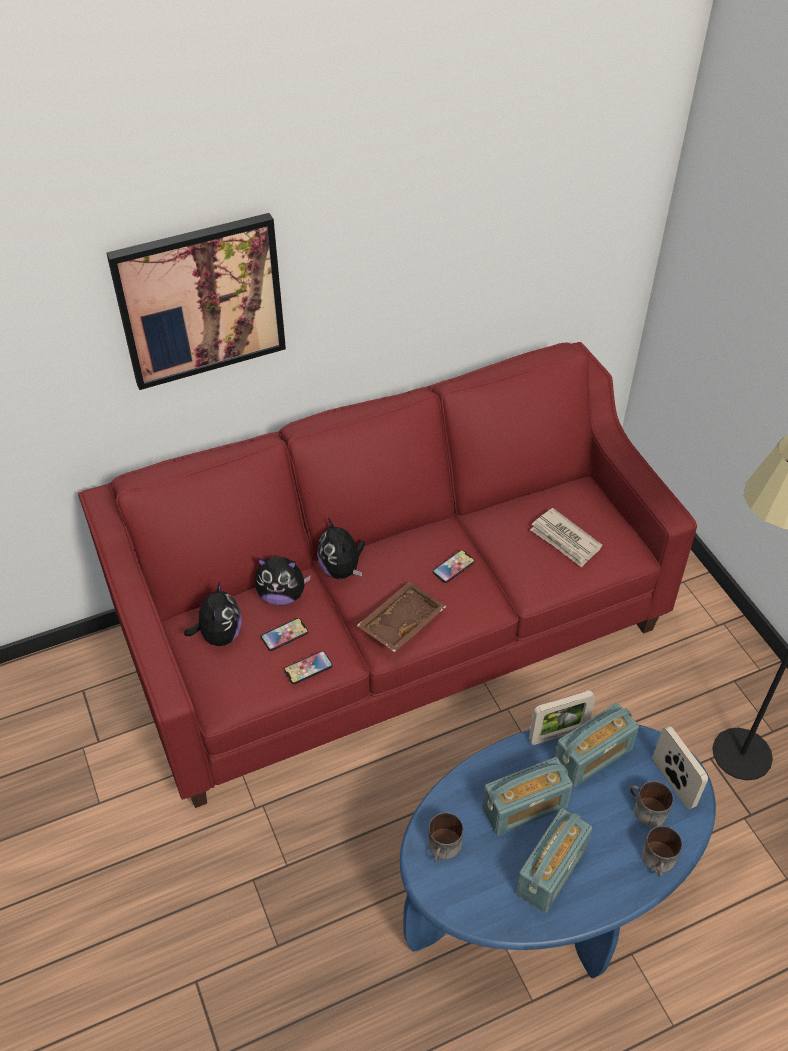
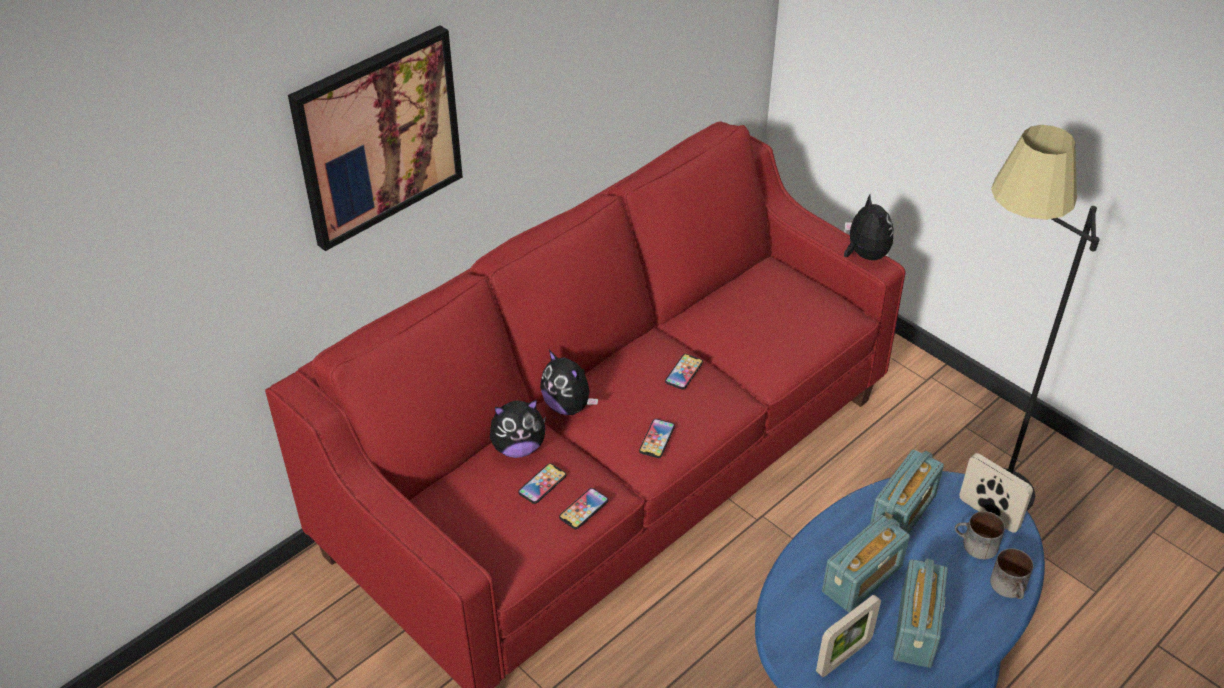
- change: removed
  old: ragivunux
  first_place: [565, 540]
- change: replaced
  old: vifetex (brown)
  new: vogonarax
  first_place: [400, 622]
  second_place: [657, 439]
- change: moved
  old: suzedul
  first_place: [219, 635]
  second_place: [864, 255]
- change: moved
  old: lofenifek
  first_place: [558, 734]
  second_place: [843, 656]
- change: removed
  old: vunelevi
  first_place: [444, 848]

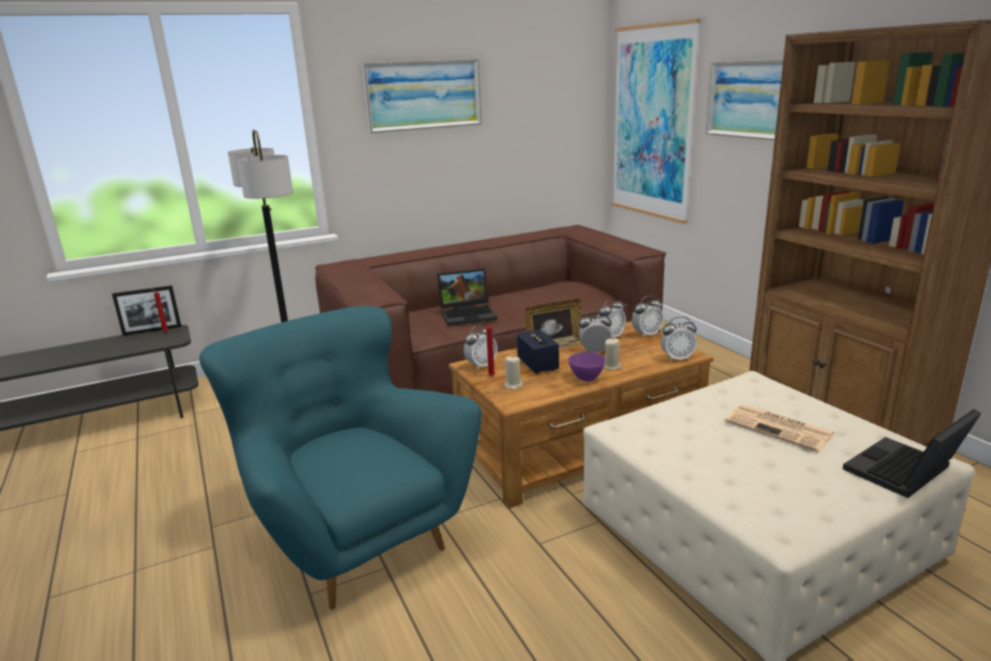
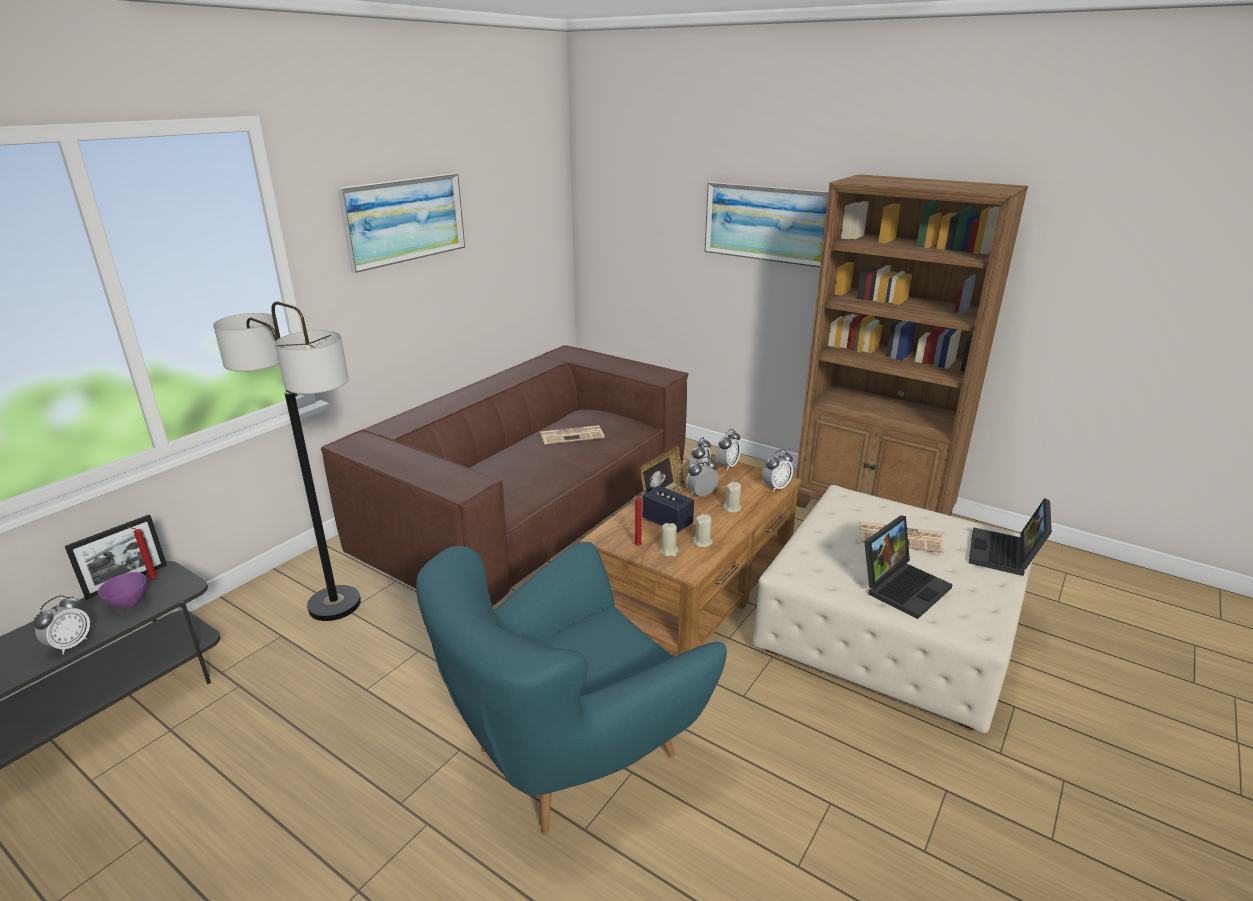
- change: removed
  old: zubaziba
  first_place: [652, 123]
- change: moved
  old: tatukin
  first_place: [468, 314]
  second_place: [903, 586]
- change: turned
  old: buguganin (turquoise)
  first_place: [353, 537]
  second_place: [571, 754]
  degrees: -60
- change: moved
  old: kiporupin
  first_place: [481, 366]
  second_place: [70, 645]
- change: moved
  old: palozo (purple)
  first_place: [586, 378]
  second_place: [129, 604]
- change: added
  new: ragivunux
  second_place: [572, 435]
- change: added
  new: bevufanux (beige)
  second_place: [702, 542]

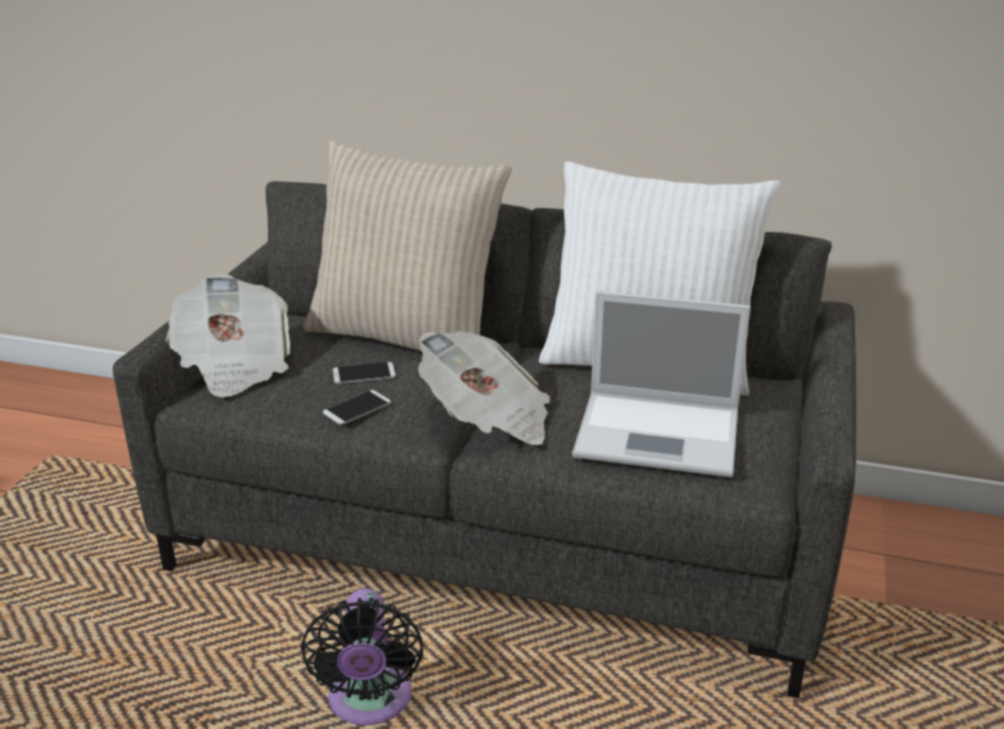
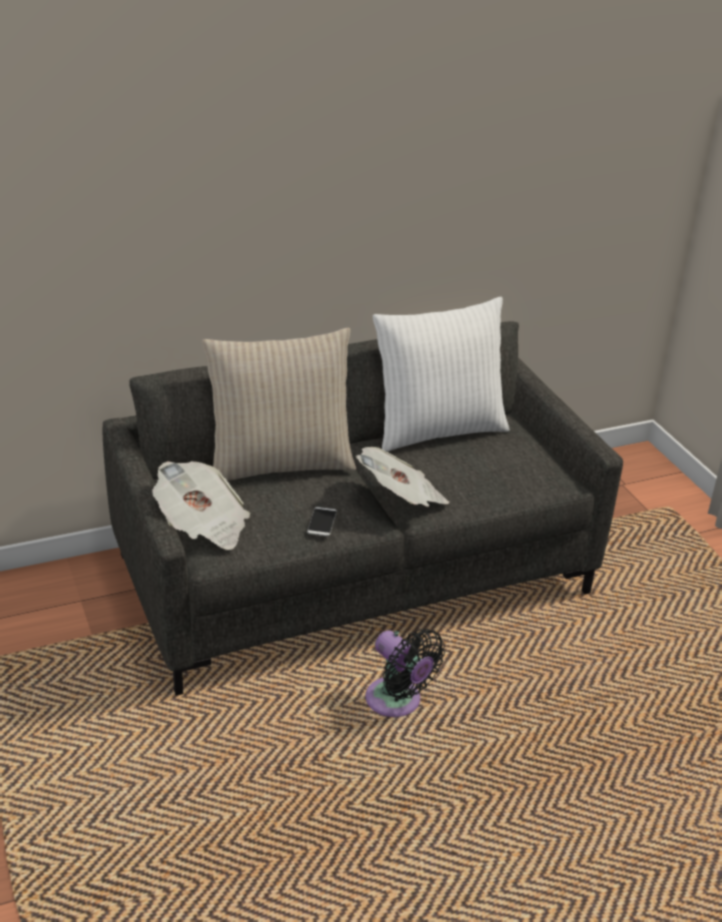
- change: removed
  old: tatukin
  first_place: [661, 434]
- change: removed
  old: vogonarax
  first_place: [364, 374]

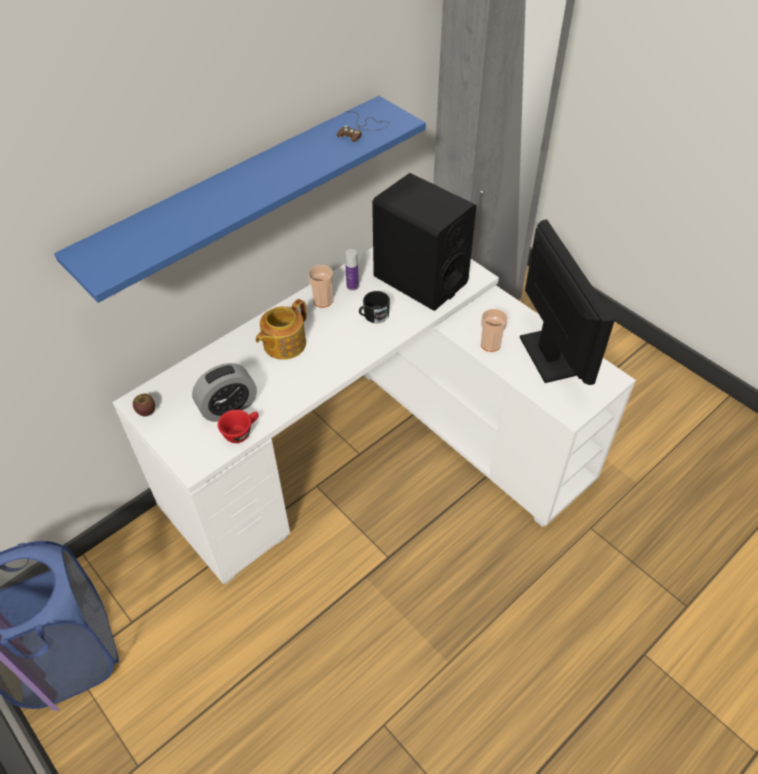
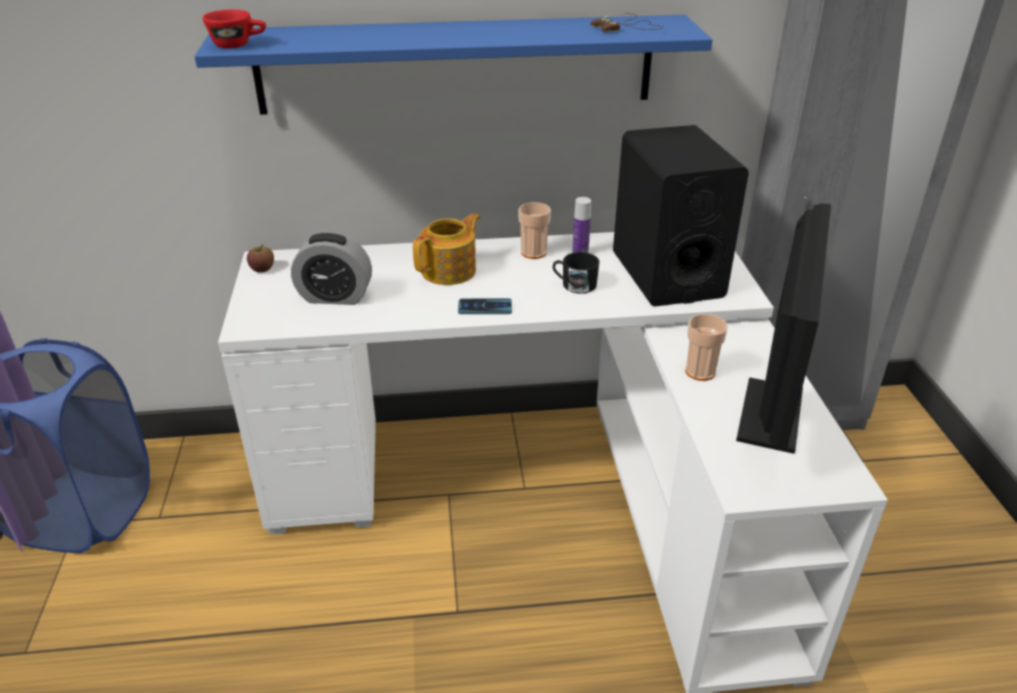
- change: turned
  old: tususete
  first_place: [283, 344]
  second_place: [450, 271]
  degrees: 150
- change: moved
  old: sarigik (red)
  first_place: [241, 432]
  second_place: [239, 45]
- change: added
  new: vogonarax
  second_place: [485, 307]

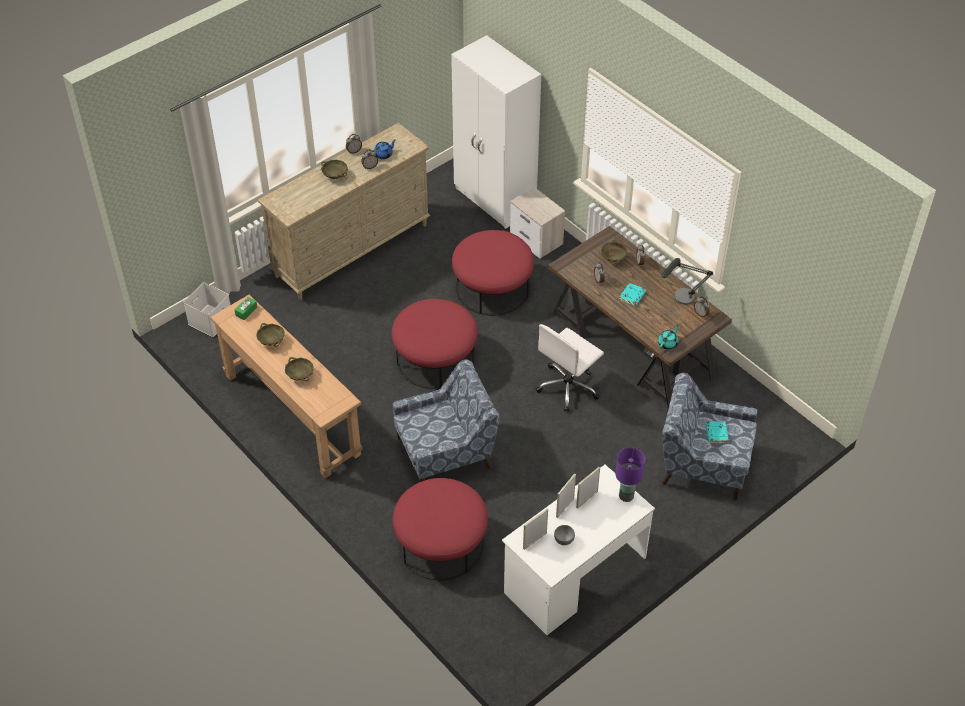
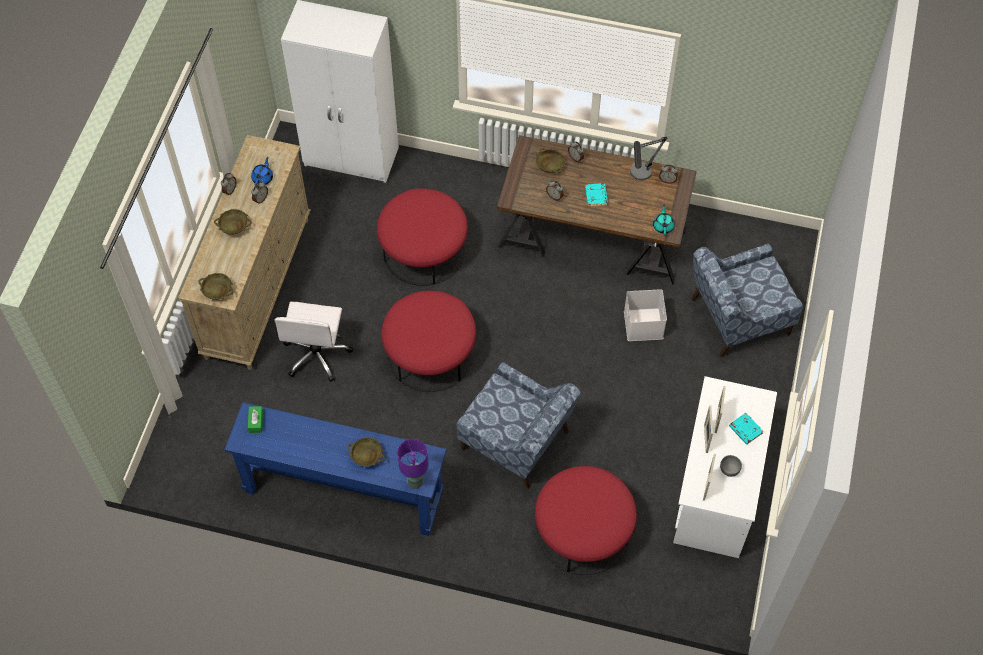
- change: removed
  old: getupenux
  first_place: [536, 240]
- change: moved
  old: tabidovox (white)
  first_place: [210, 321]
  second_place: [644, 325]
- change: recoloured
  old: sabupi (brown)
  new: sabupi (blue)
  first_place: [292, 414]
  second_place: [343, 491]
- change: moved
  old: palozo (beige)
  first_place: [271, 341]
  second_place: [218, 292]
- change: moved
  old: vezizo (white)
  first_place: [568, 387]
  second_place: [317, 354]
- change: turned
  old: buguganin (blue)
  first_place: [446, 453]
  second_place: [516, 442]
  degrees: 90
- change: moved
  old: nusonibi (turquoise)
  first_place: [716, 433]
  second_place: [745, 430]
- change: moved
  old: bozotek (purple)
  first_place: [626, 496]
  second_place: [415, 482]

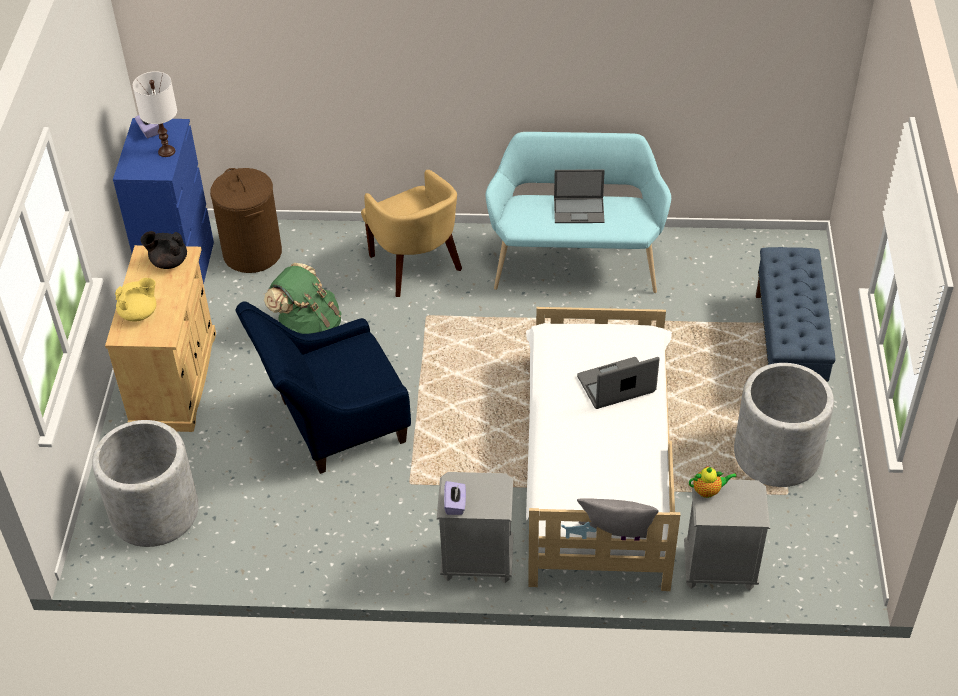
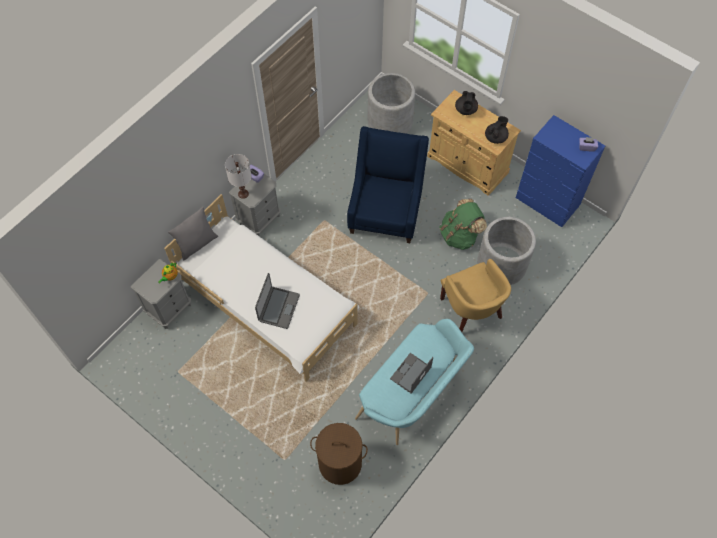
- change: moved
  old: bozotek (white)
  first_place: [166, 151]
  second_place: [243, 193]
- change: moved
  old: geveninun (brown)
  first_place: [253, 253]
  second_place: [340, 463]
- change: turned
  old: buguganin (yellow)
  first_place: [415, 266]
  second_place: [471, 311]
  degrees: -120
- change: removed
  old: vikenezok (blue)
  first_place: [788, 347]
- change: recoloured
  old: tususete (yellow)
  new: tususete (black)
  first_place: [139, 313]
  second_place: [465, 110]
- change: moved
  old: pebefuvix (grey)
  first_place: [777, 454]
  second_place: [501, 264]

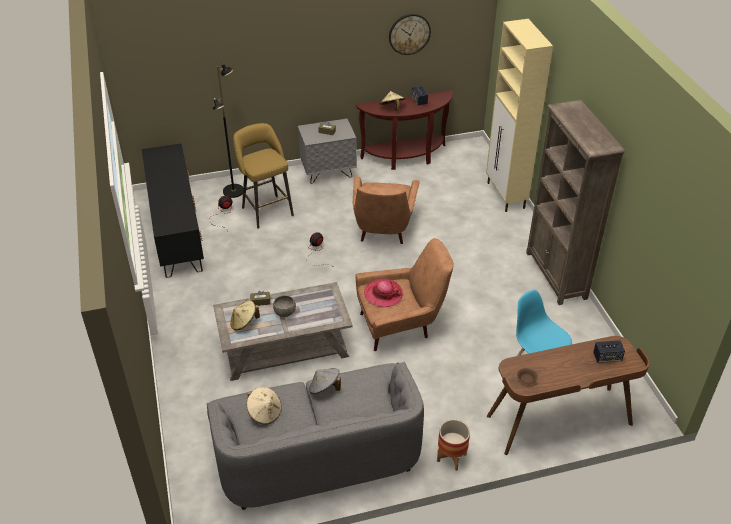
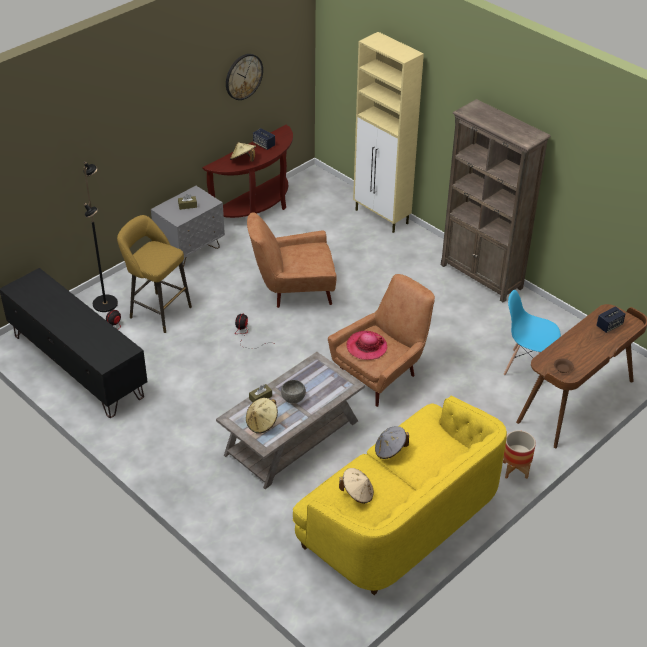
- change: turned
  old: buguganin (brown)
  first_place: [383, 231]
  second_place: [294, 291]
  degrees: 105
- change: recoloured
  old: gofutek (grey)
  new: gofutek (yellow)
  first_place: [317, 455]
  second_place: [401, 518]

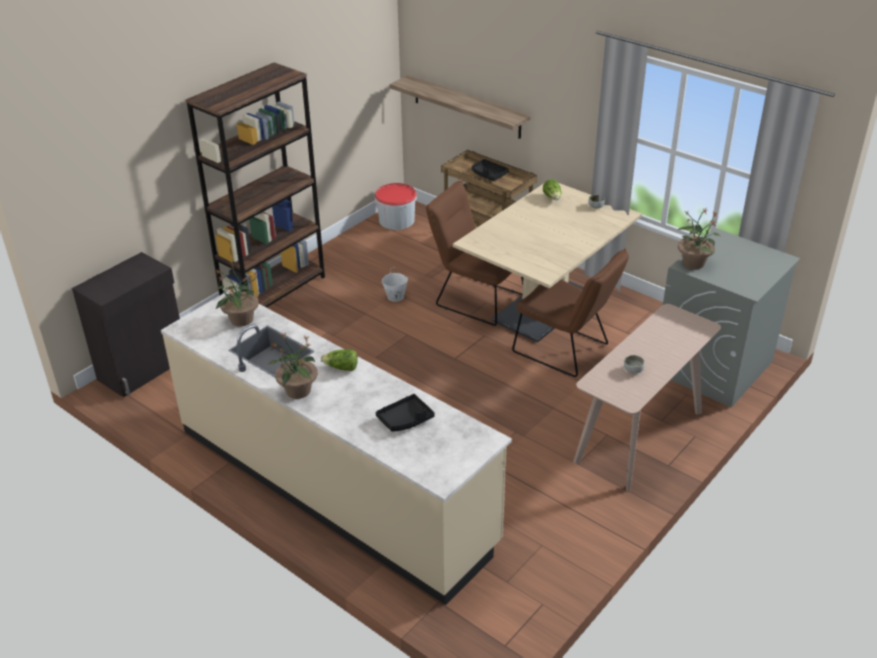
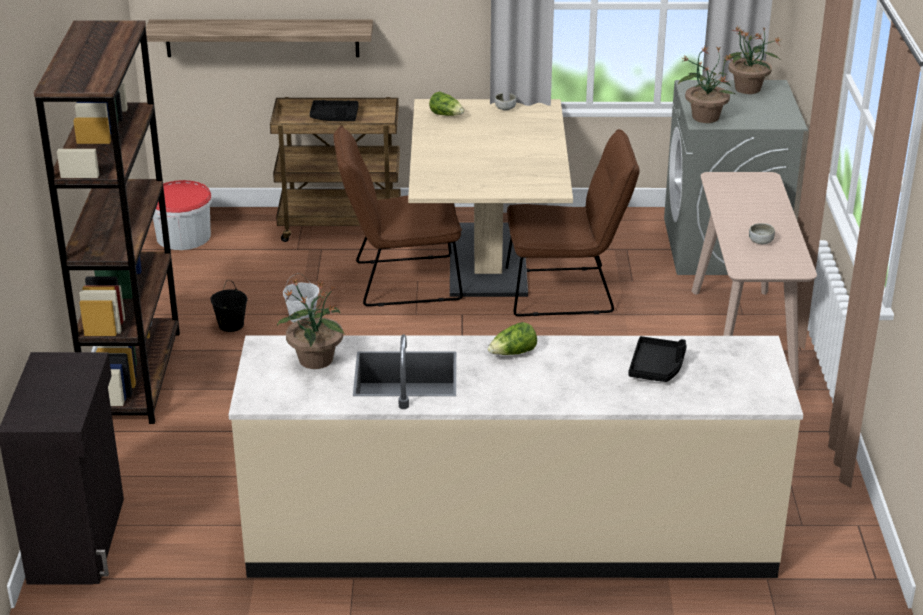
- change: moved
  old: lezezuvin
  first_place: [297, 391]
  second_place: [748, 89]
- change: added
  new: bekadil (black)
  second_place: [230, 325]

